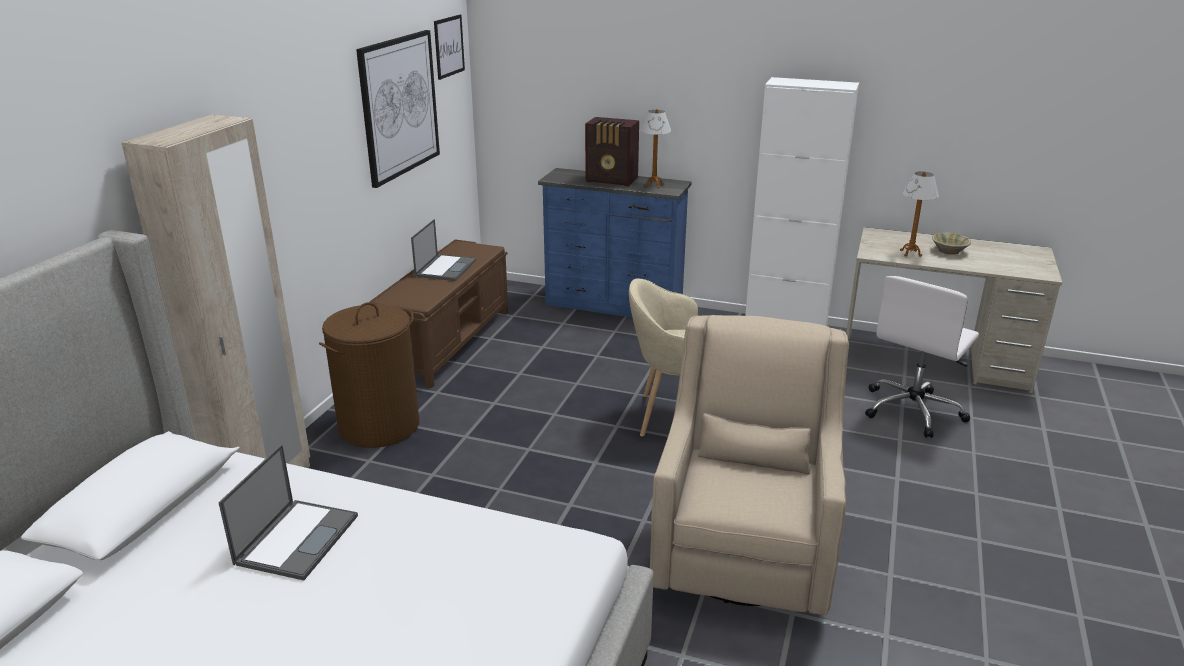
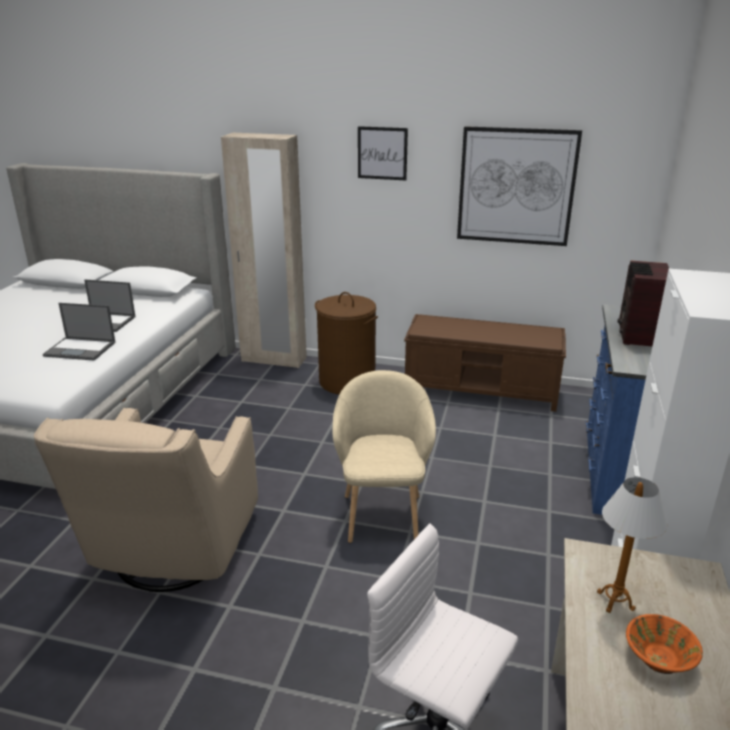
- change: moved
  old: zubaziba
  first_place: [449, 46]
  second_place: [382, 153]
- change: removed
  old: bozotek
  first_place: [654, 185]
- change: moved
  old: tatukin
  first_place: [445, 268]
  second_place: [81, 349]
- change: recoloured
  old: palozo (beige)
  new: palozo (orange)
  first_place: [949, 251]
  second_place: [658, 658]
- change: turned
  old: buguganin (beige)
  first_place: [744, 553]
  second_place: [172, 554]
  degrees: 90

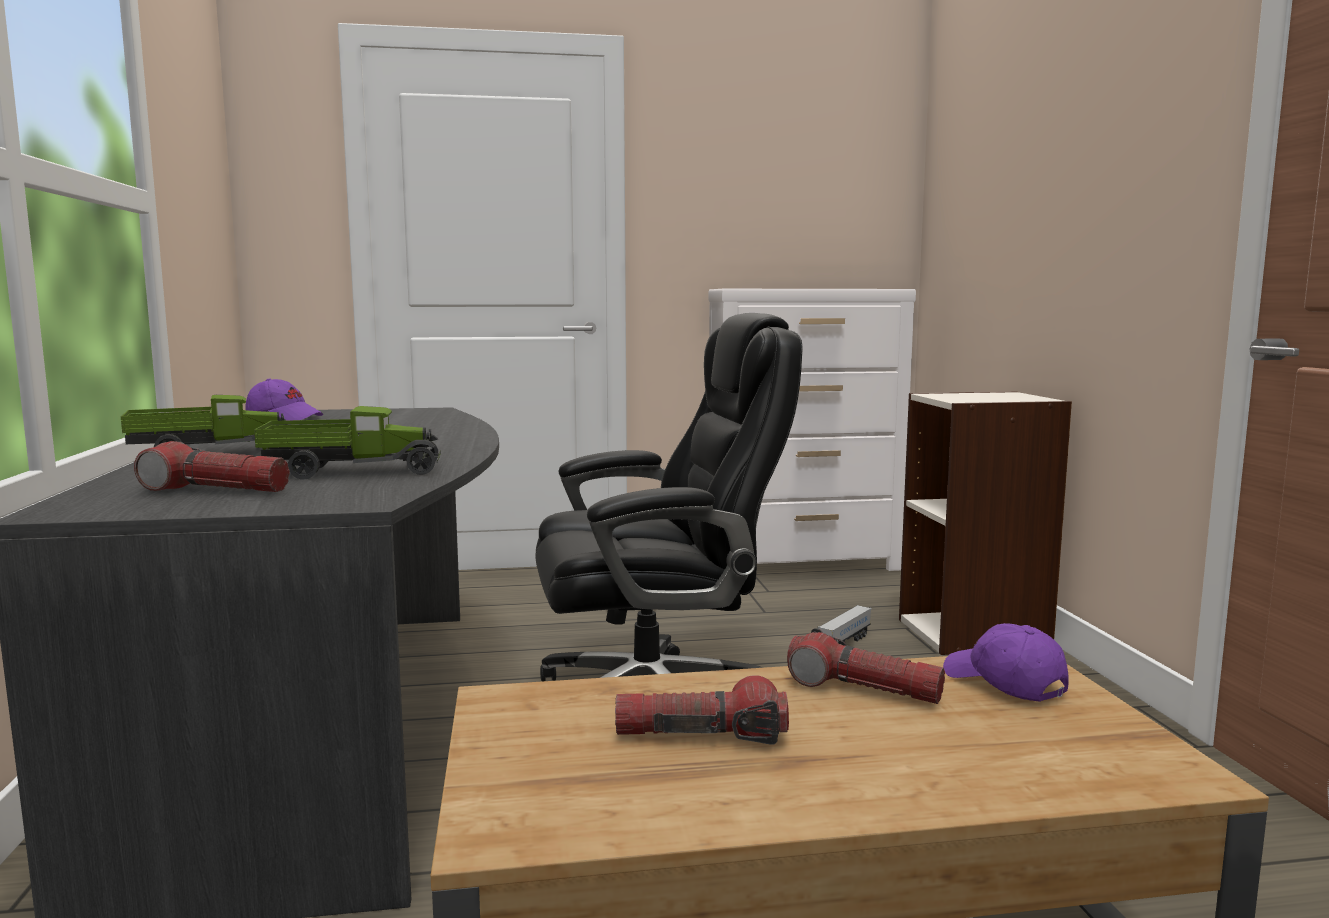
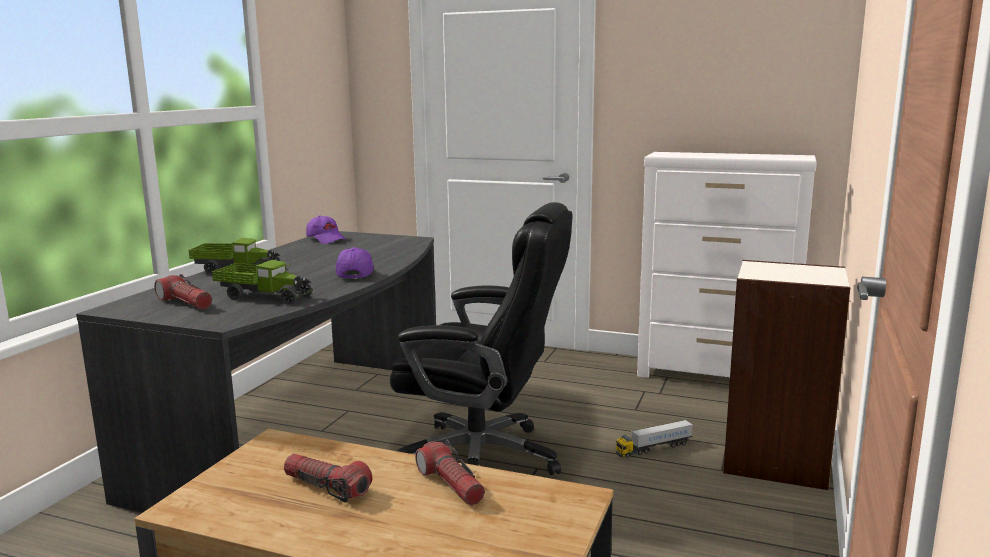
- change: moved
  old: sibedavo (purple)
  first_place: [1003, 683]
  second_place: [355, 274]

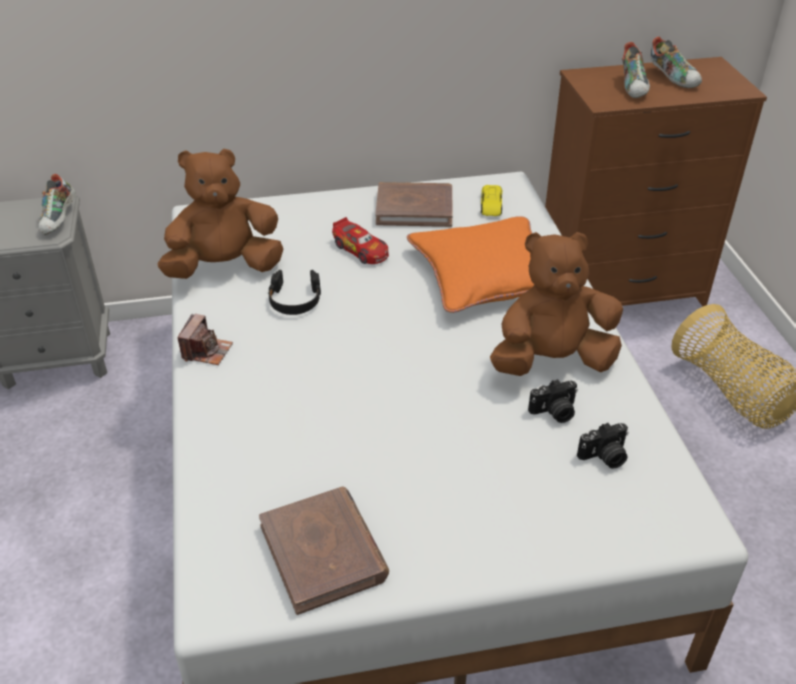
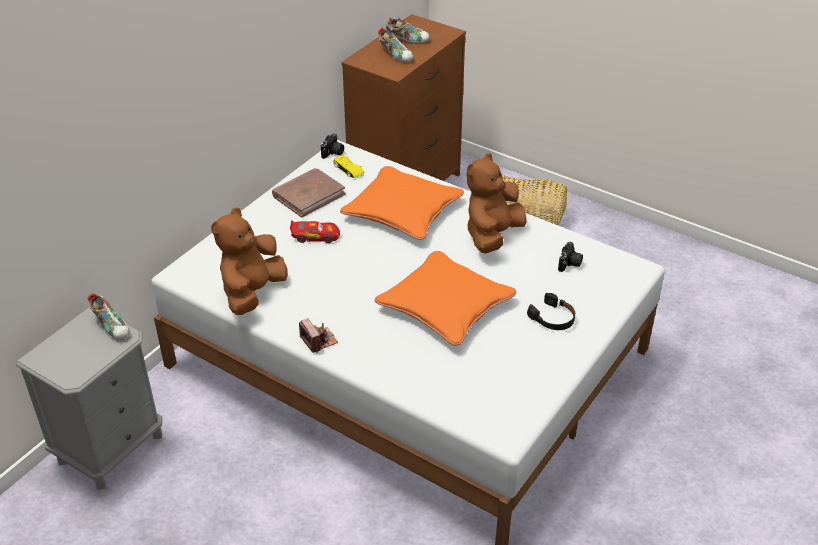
- change: moved
  old: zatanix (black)
  first_place: [295, 299]
  second_place: [553, 318]
- change: moved
  old: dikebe
  first_place: [554, 412]
  second_place: [333, 153]
- change: removed
  old: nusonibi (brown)
  first_place: [323, 552]
- change: added
  new: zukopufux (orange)
  second_place: [445, 305]

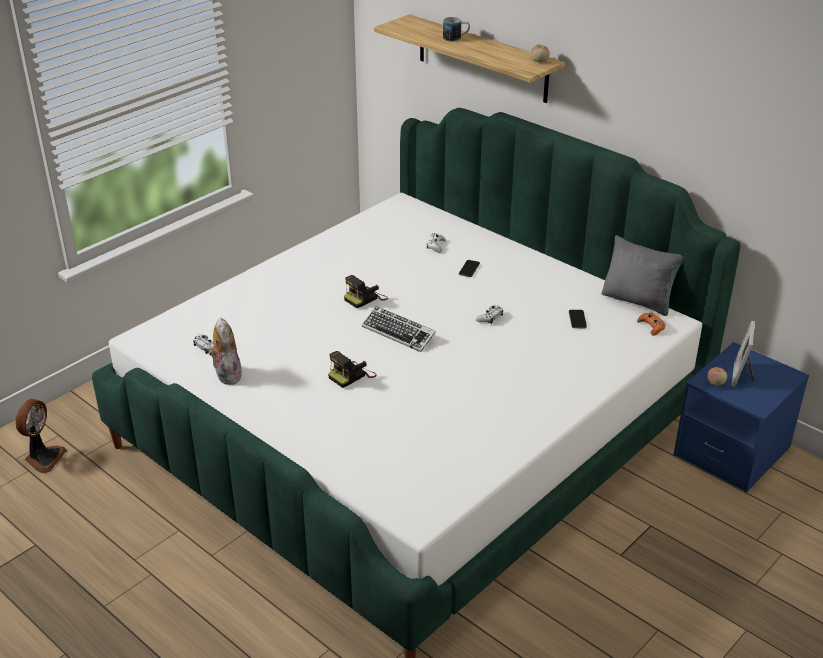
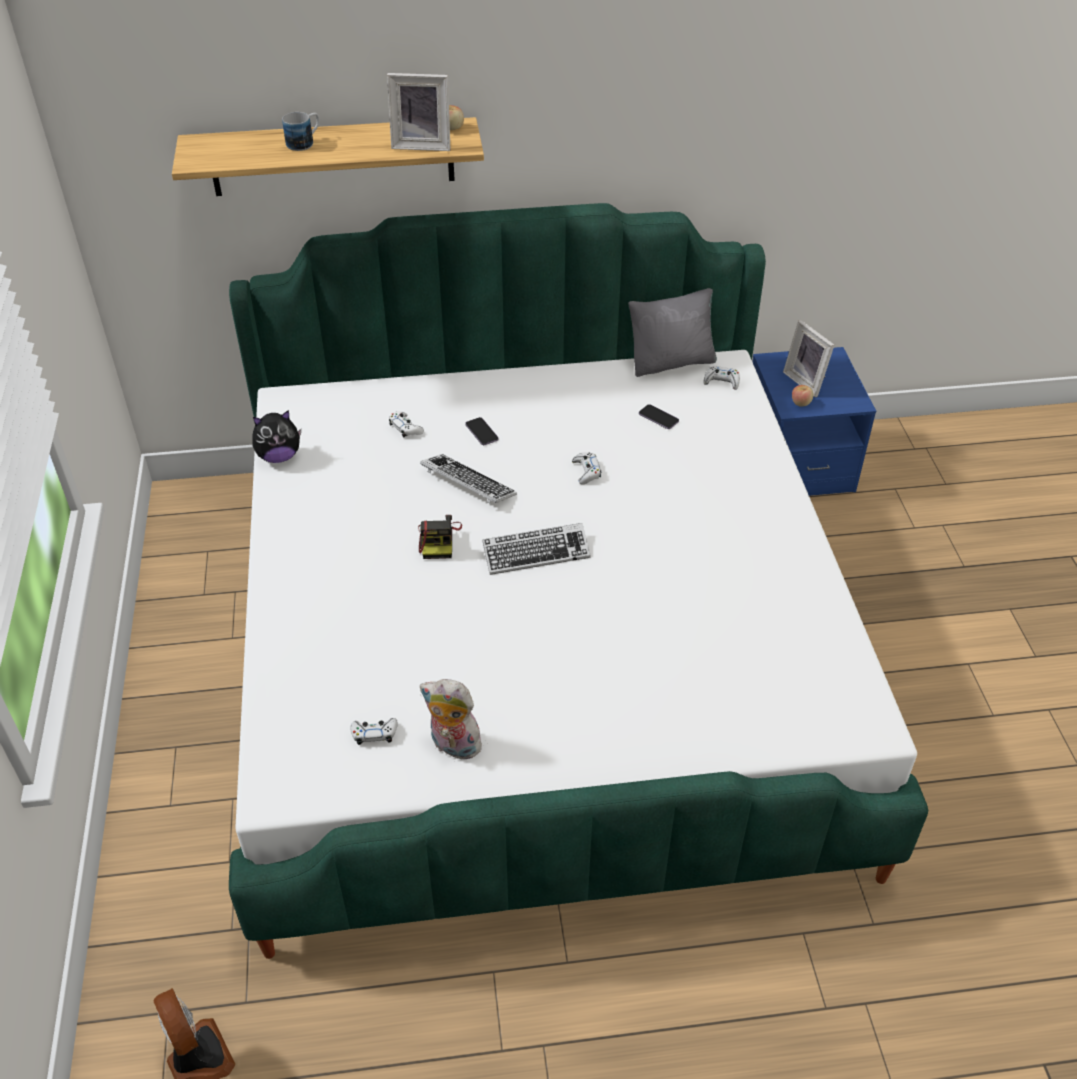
- change: recoloured
  old: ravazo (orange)
  new: ravazo (white)
  first_place: [651, 327]
  second_place: [721, 381]
- change: removed
  old: dikebe
  first_place: [352, 375]
- change: added
  new: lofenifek
  second_place: [422, 144]
- change: added
  new: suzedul
  second_place: [279, 456]
- change: added
  new: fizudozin
  second_place: [467, 484]

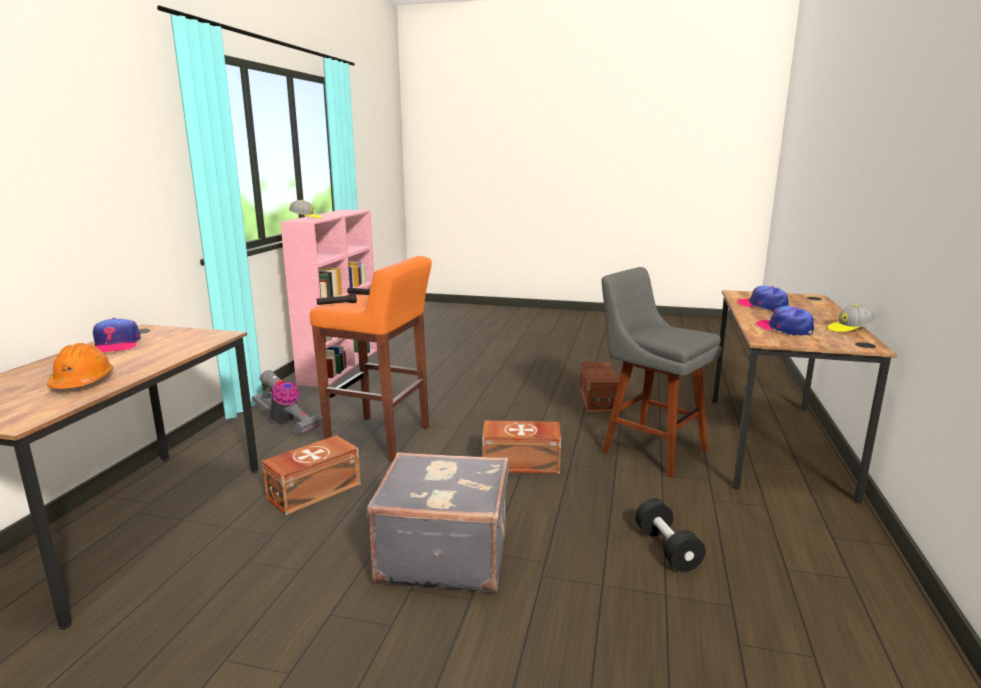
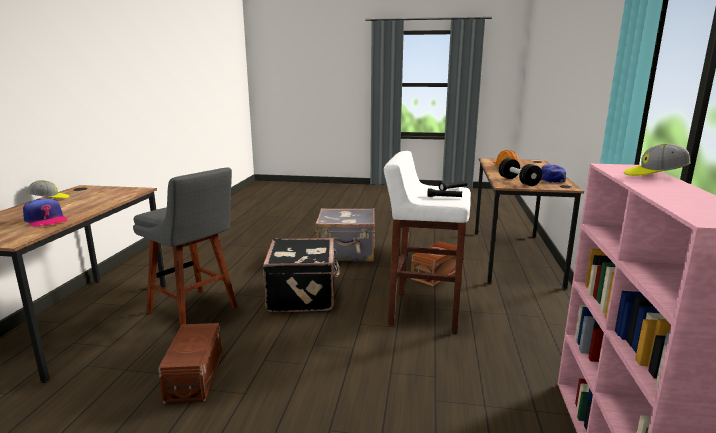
- change: recoloured
  old: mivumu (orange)
  new: mivumu (white)
  first_place: [380, 438]
  second_place: [424, 311]
- change: removed
  old: sibedavo
  first_place: [784, 329]
- change: removed
  old: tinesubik
  first_place: [287, 423]
- change: replaced
  old: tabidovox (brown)
  new: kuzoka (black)
  first_place: [522, 464]
  second_place: [304, 295]
- change: moved
  old: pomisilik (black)
  first_place: [667, 548]
  second_place: [518, 181]

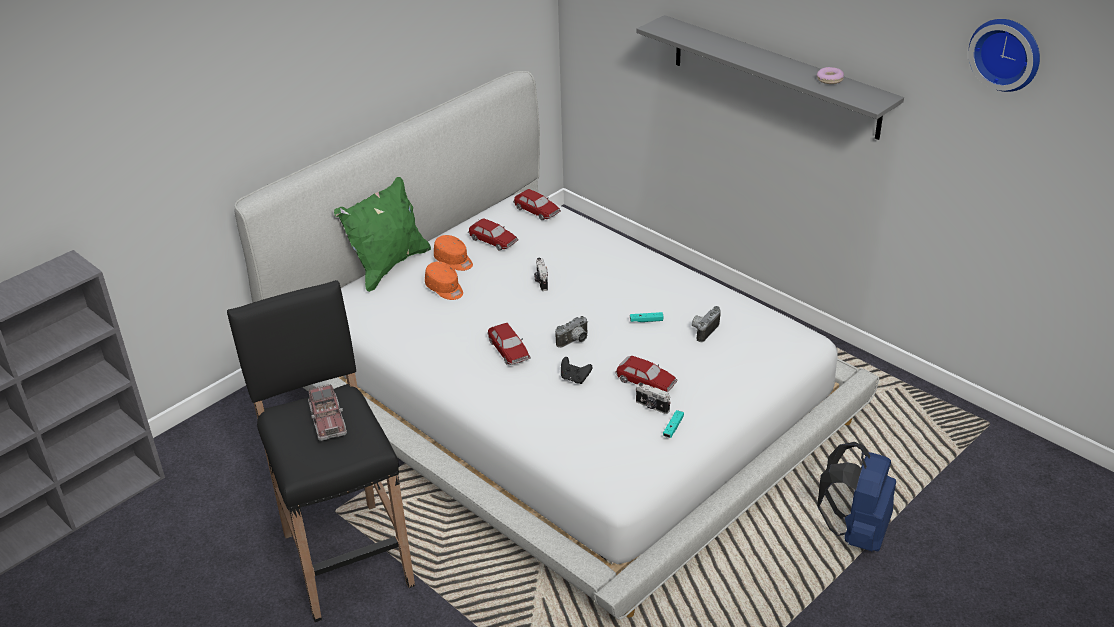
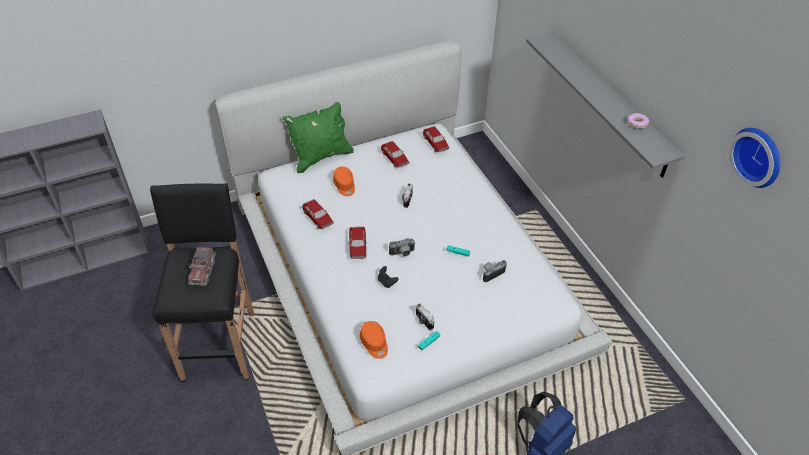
- change: moved
  old: sibedavo (orange)
  first_place: [454, 261]
  second_place: [374, 344]
- change: moved
  old: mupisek
  first_place: [646, 382]
  second_place: [318, 218]

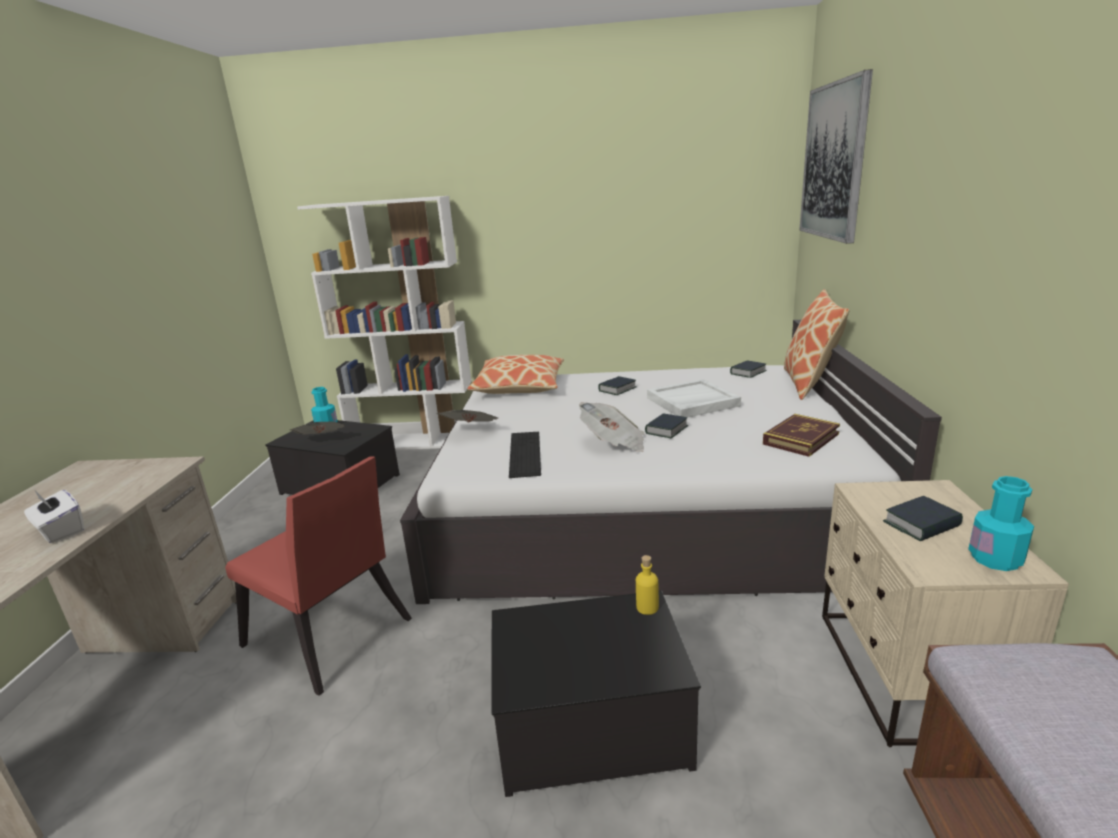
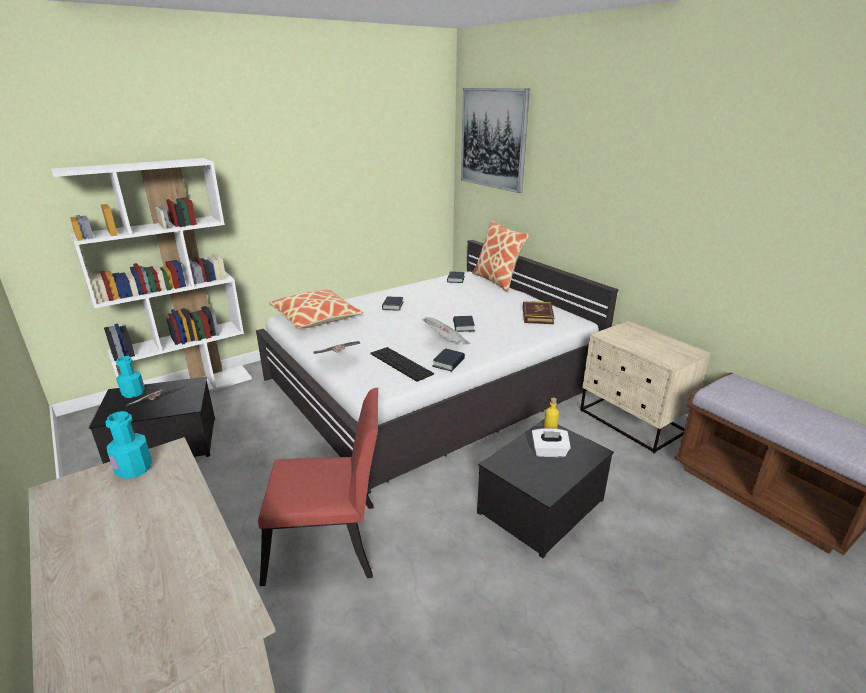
- change: removed
  old: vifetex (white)
  first_place: [692, 402]
- change: moved
  old: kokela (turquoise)
  first_place: [995, 559]
  second_place: [134, 468]
- change: moved
  old: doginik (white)
  first_place: [60, 531]
  second_place: [549, 452]
- change: moved
  old: nusonibi
  first_place: [921, 524]
  second_place: [448, 363]

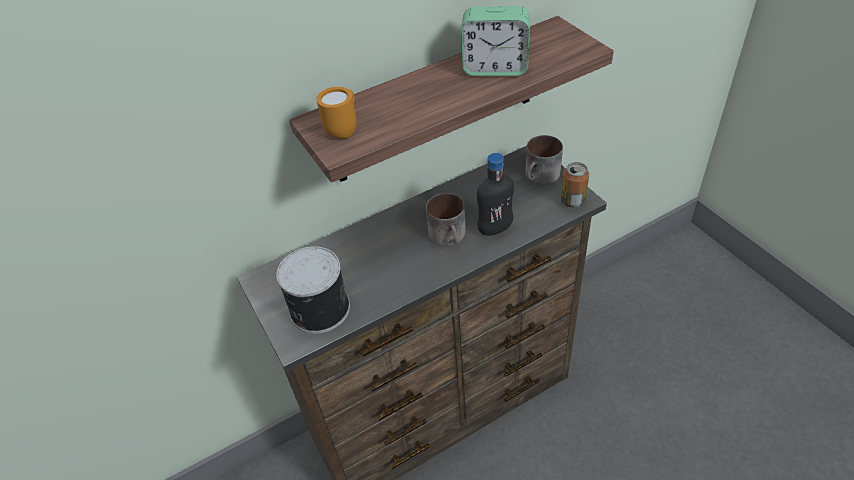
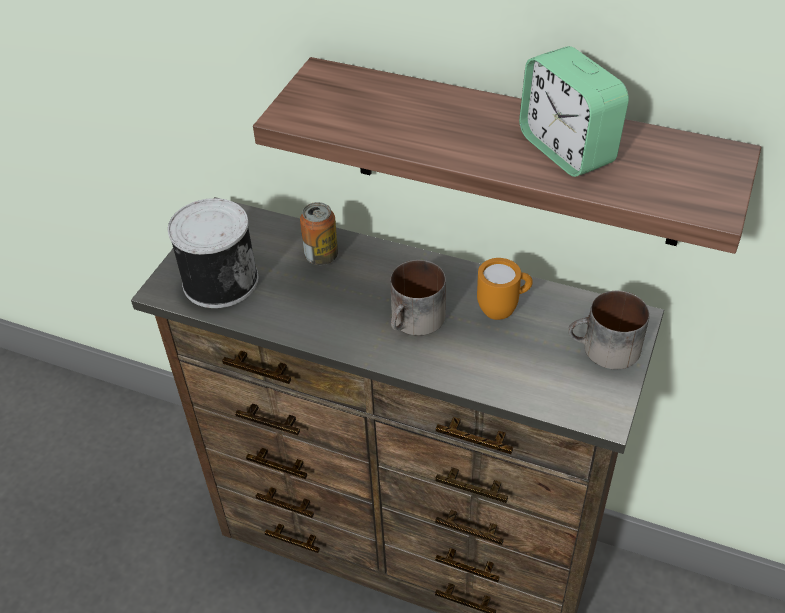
- change: moved
  old: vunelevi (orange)
  first_place: [344, 130]
  second_place: [503, 309]
- change: removed
  old: kokela (black)
  first_place: [495, 229]
- change: moved
  old: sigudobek
  first_place: [572, 201]
  second_place: [321, 256]

